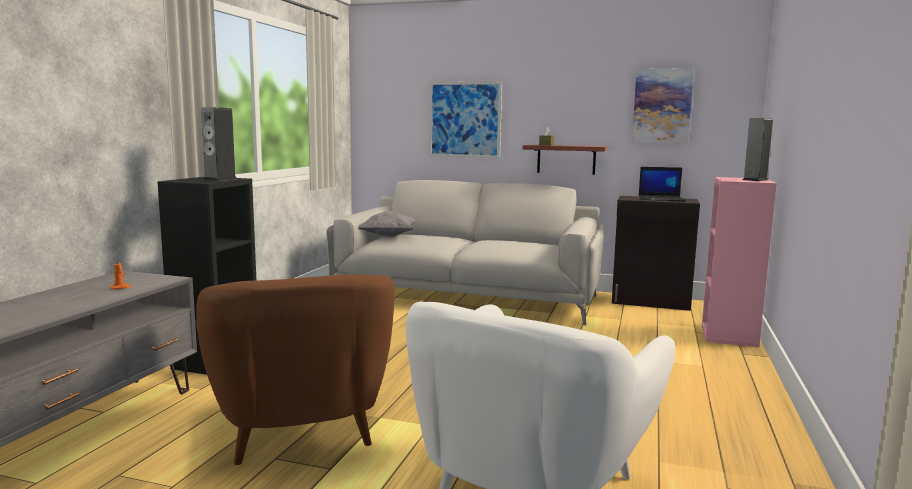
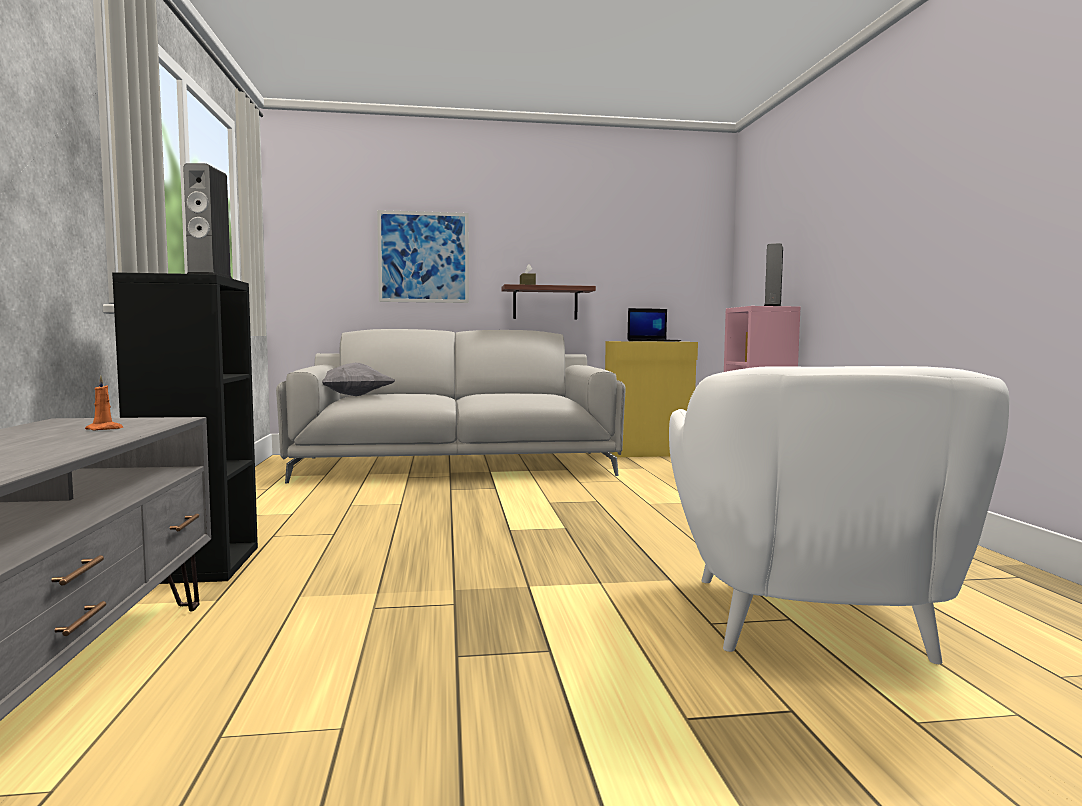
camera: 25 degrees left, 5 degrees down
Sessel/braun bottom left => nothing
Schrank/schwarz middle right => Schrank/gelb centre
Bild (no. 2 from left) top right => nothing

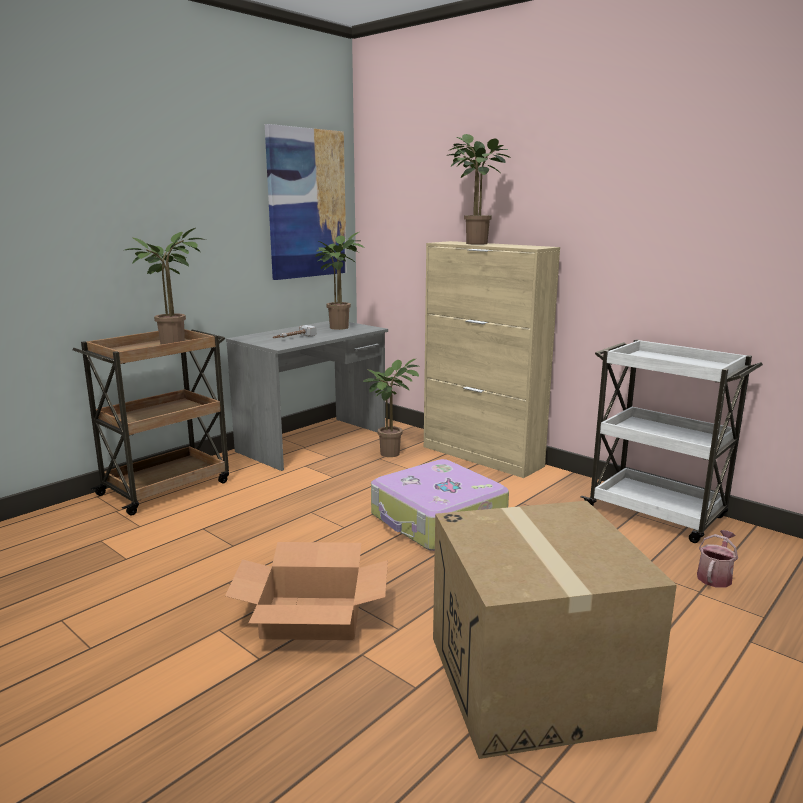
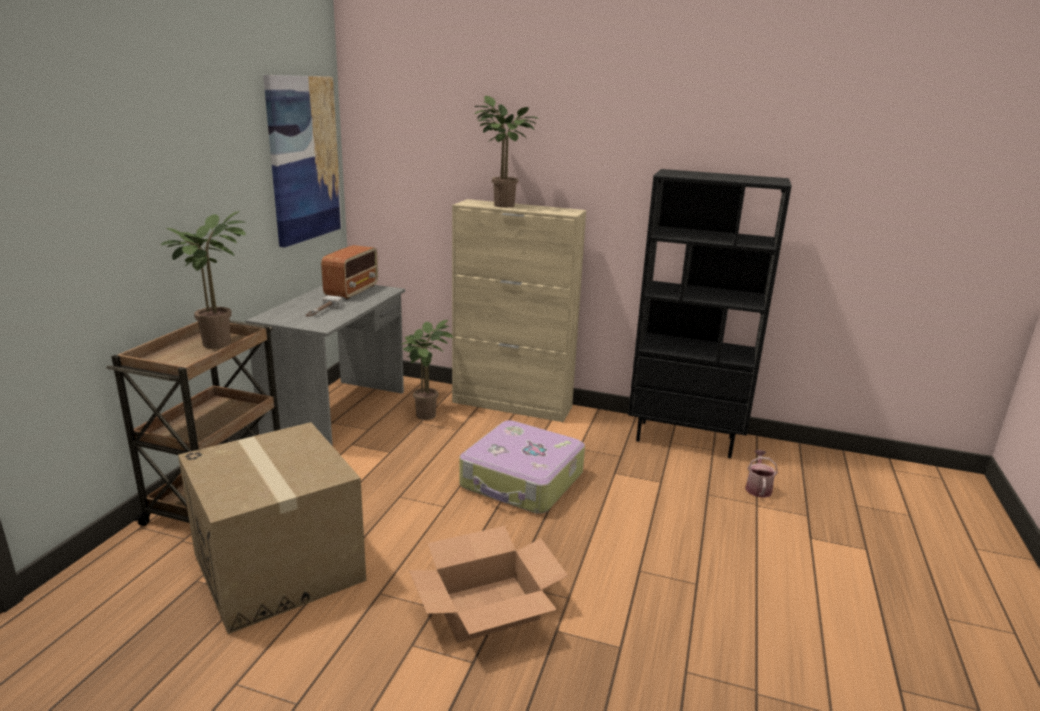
camera: 25 degrees left, 5 degrees up
Topfpflanze (no. 2 from left) centre => Radio centre
Karton (no. 2 from left in the first image) bottom right => Karton (no. 1 from left) bottom left, shifted
Rollwagen/weiß middle right => Bücherregal/schwarz middle right

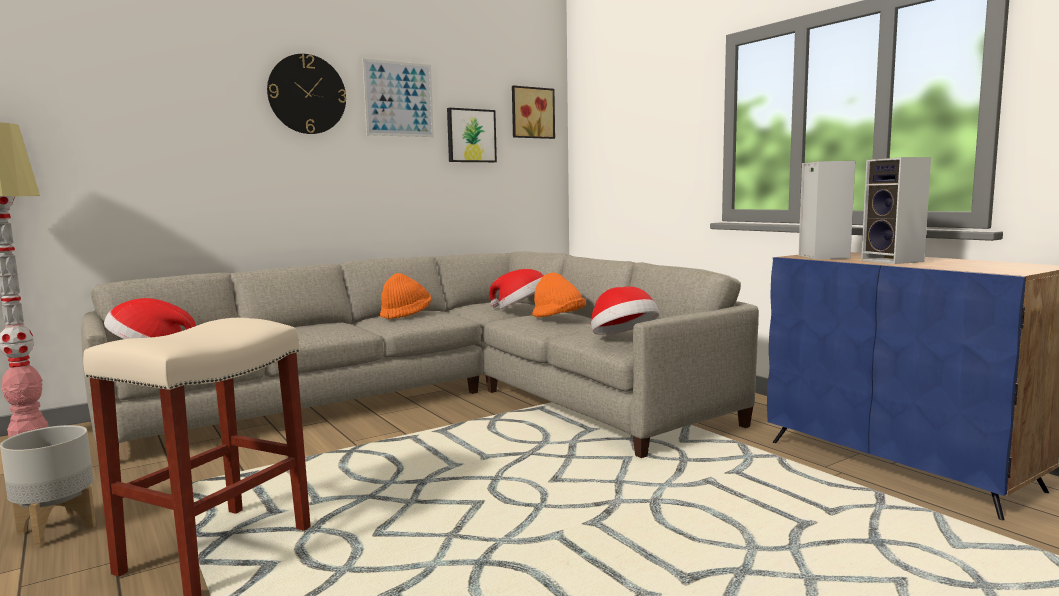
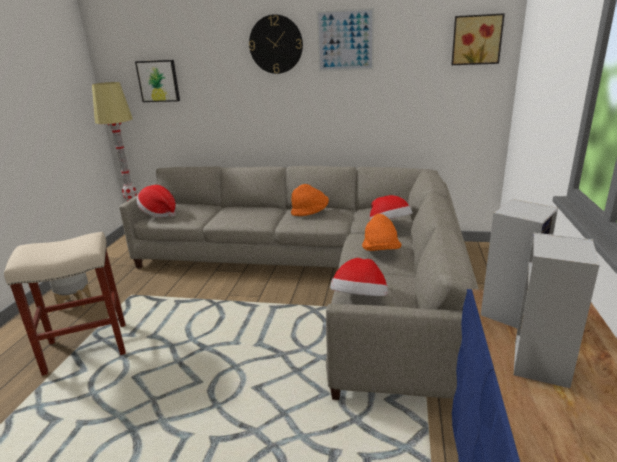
camera: 45 degrees right, 15 degrees up
Bild (no. 2 from left in the first image) top centre => Bild (no. 1 from left) top left, shifted

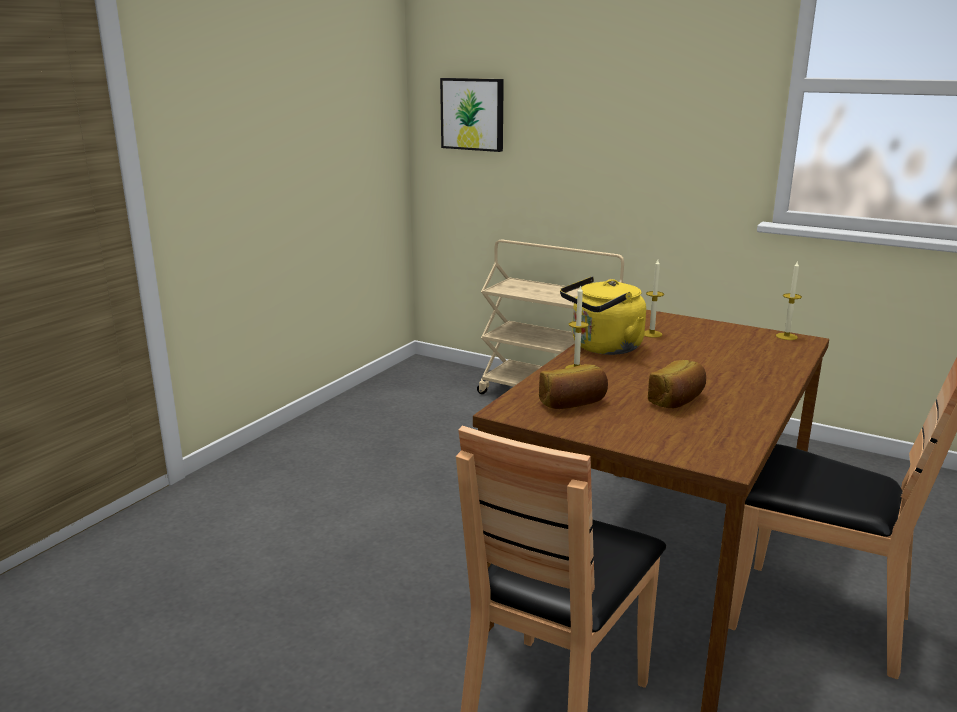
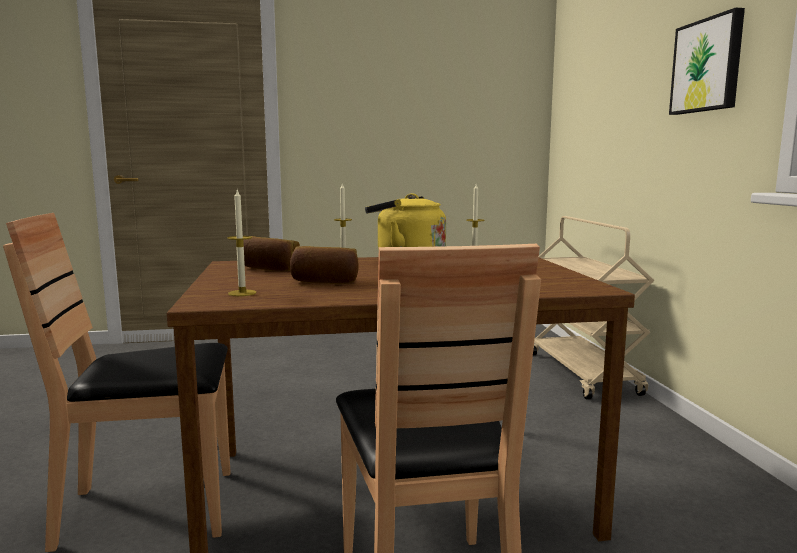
camera: 50 degrees right, 10 degrees down
Bild top centre => Bild top right, shifted
Kerze (no. 3 from left in the first image) middle right => Kerze (no. 1 from left) middle left, shifted

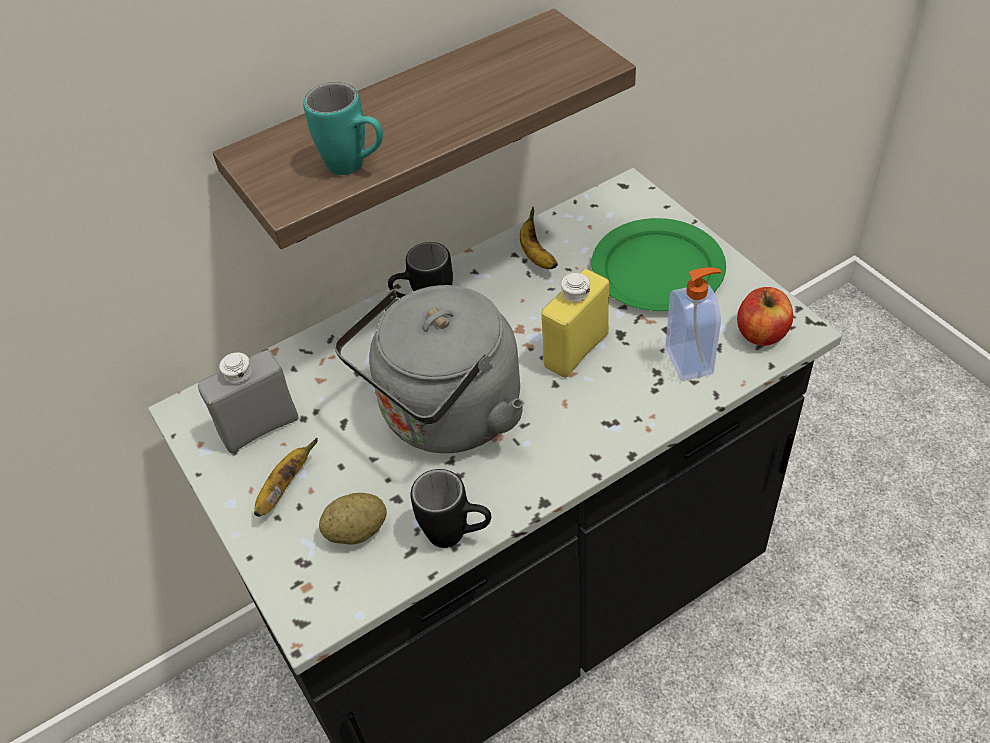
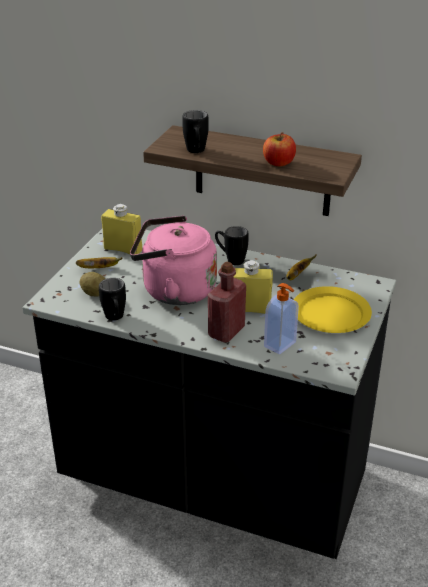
camera: 50 degrees right, 15 degrees down
Flasche/grau middle left => Flasche/gelb (no. 1 from left) middle left
Henkelbecher/türkis top centre => Henkelbecher/schwarz (no. 2 from left) top centre
Wasserkessel/grau centre => Wasserkessel/rosa centre
Teller/grün centre => Teller/gelb middle right
Apfel middle right => Apfel top centre, shifted
nothing => Flasche/rot centre

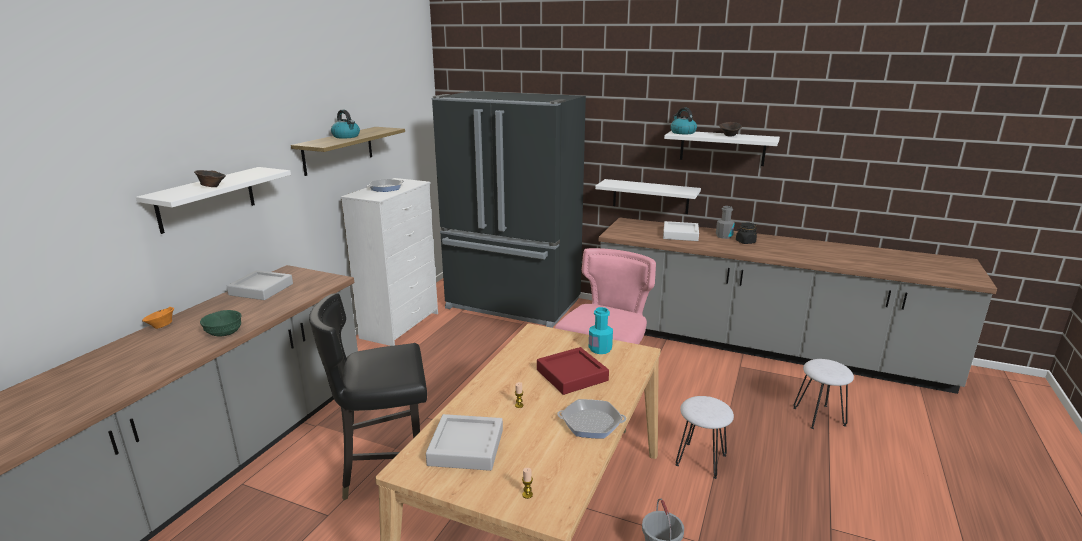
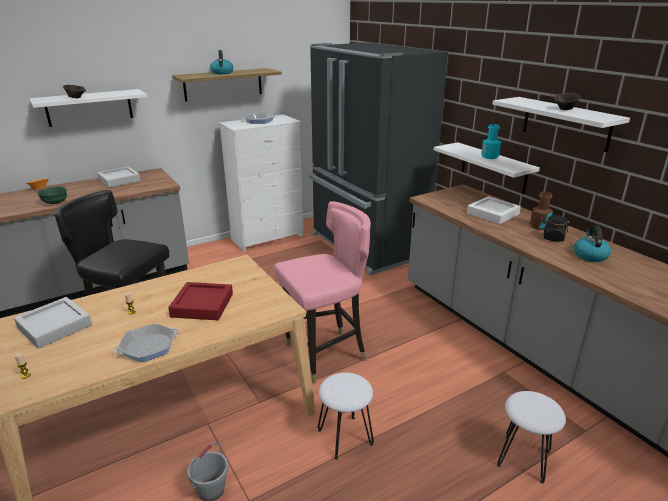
camera: 35 degrees right, 5 degrees up
Pfanne (no. 2 from left in the first image) bottom centre => Pfanne (no. 1 from left) bottom left, 75 degrees counterclockwise
Flasche/türkis centre => Flasche/türkis top right, shifted
Wasserkessel (no. 2 from left) top centre => Wasserkessel (no. 2 from left) middle right, shifted
Flasche/grau middle right => Flasche/braun middle right

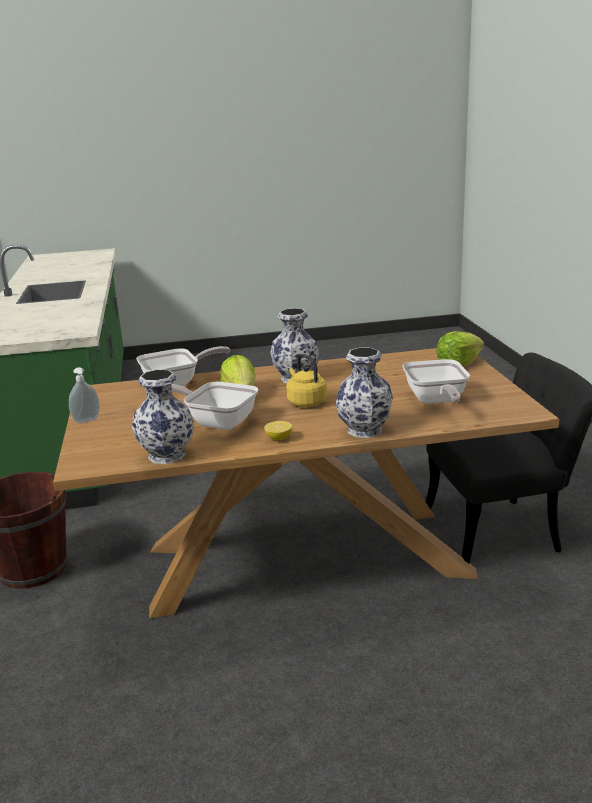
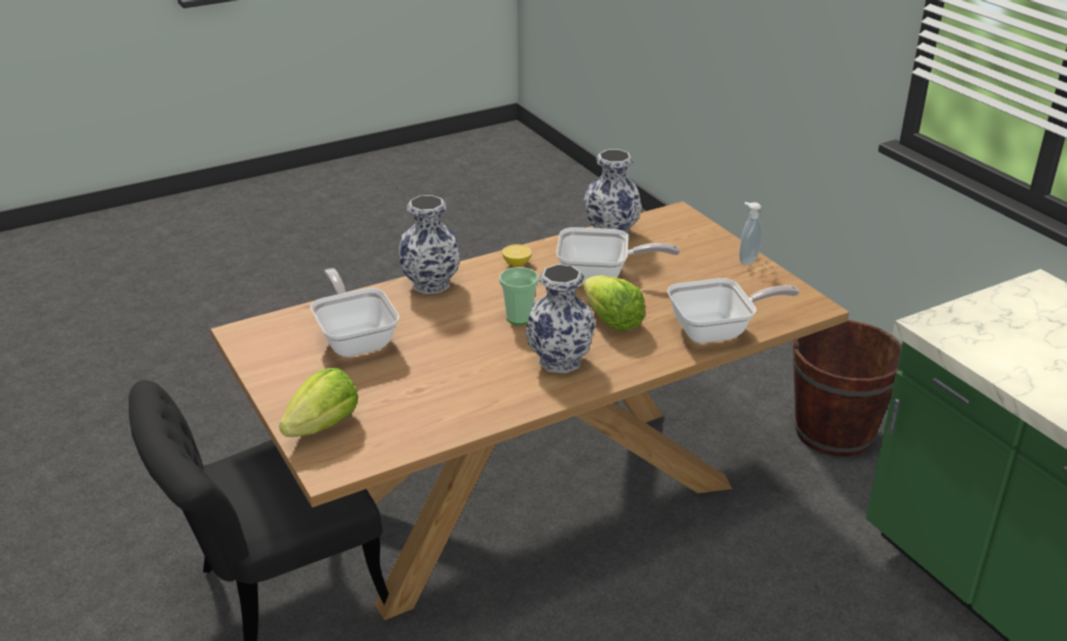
camera: 160 degrees right, 10 degrees up
Pfanne (no. 1 from left in the first image) middle left => Pfanne (no. 3 from left) middle right, 150 degrees counterclockwise
Wasserkessel/gelb centre => Tasse centre

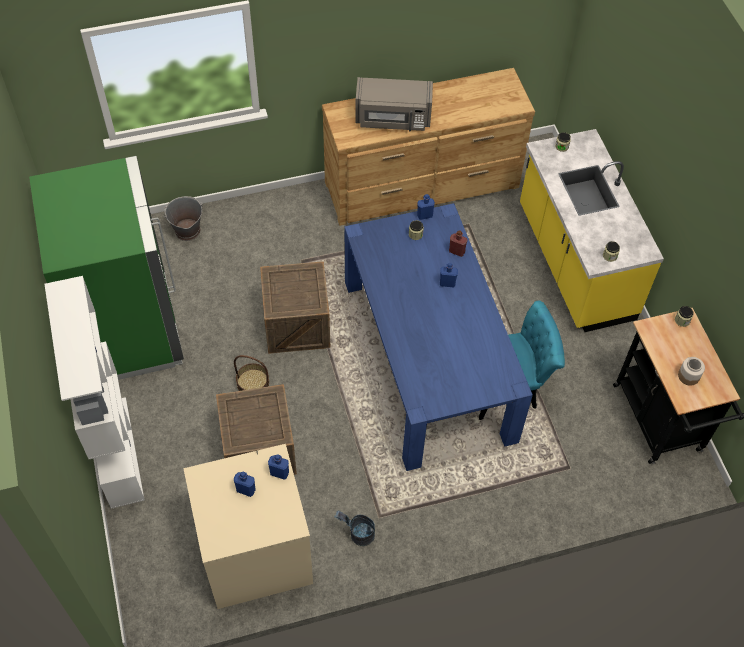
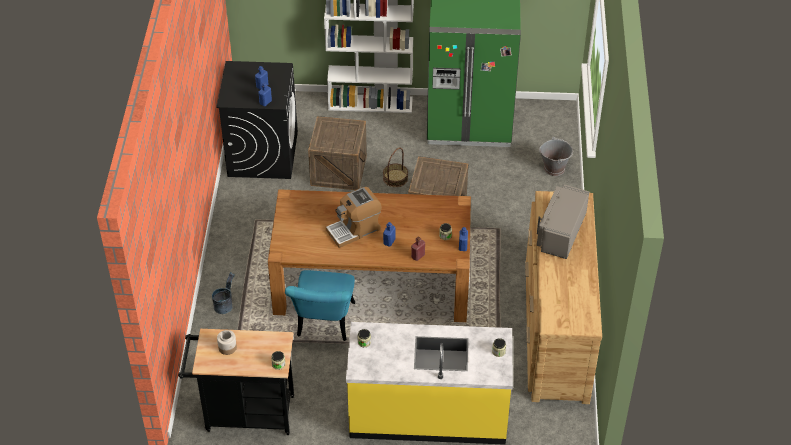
camera: 110 degrees right, 10 degrees down
Waschmaschine/beige bottom centre => Waschmaschine/schwarz top left
Eimer/grau (no. 2 from left in the first image) bottom centre => Eimer/grau (no. 1 from left) middle left, shifted
Esstisch/blau centre => Esstisch/braun centre
nothing => Kaffeemaschine centre

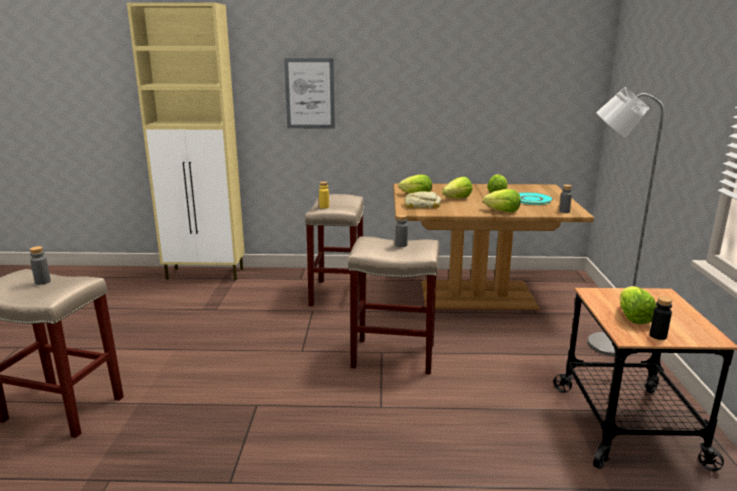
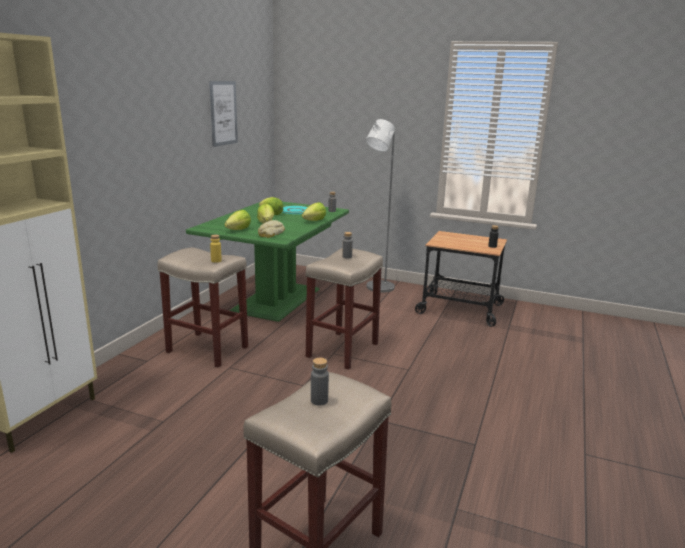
camera: 70 degrees left, 0 degrees up
Bild top centre => Bild top left, shifted
Esstisch/braun middle right => Esstisch/grün centre
Salatkopf (no. 5 from left) middle right => nothing

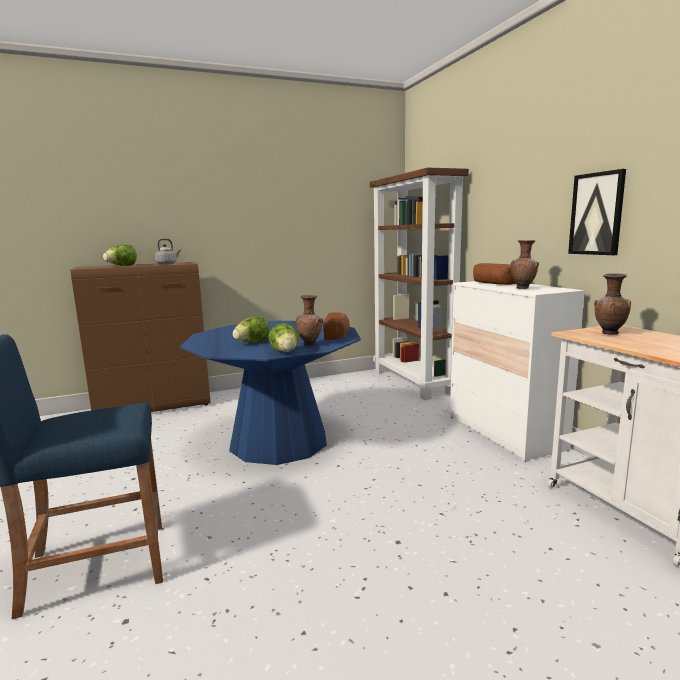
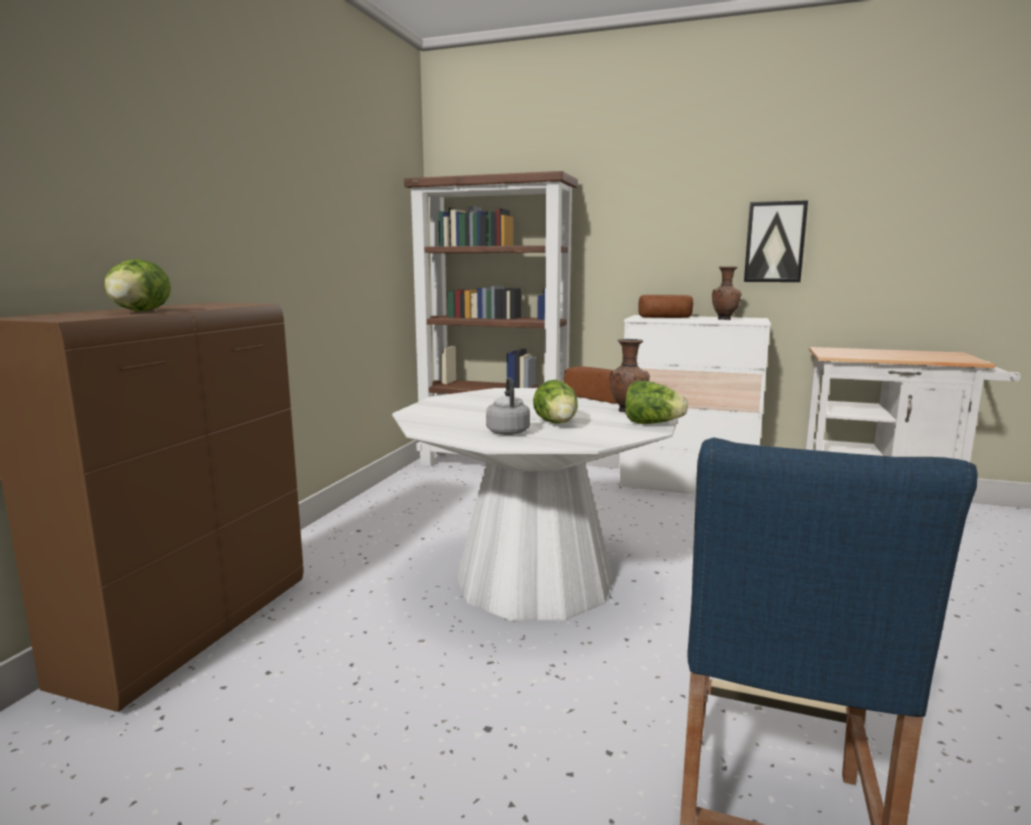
camera: 50 degrees left, 0 degrees up
Wasserkessel/grau middle left => Wasserkessel/grau centre, shifted
Esstisch/blau centre => Esstisch/weiß centre
Vase/braun (no. 3 from left) middle right => nothing

